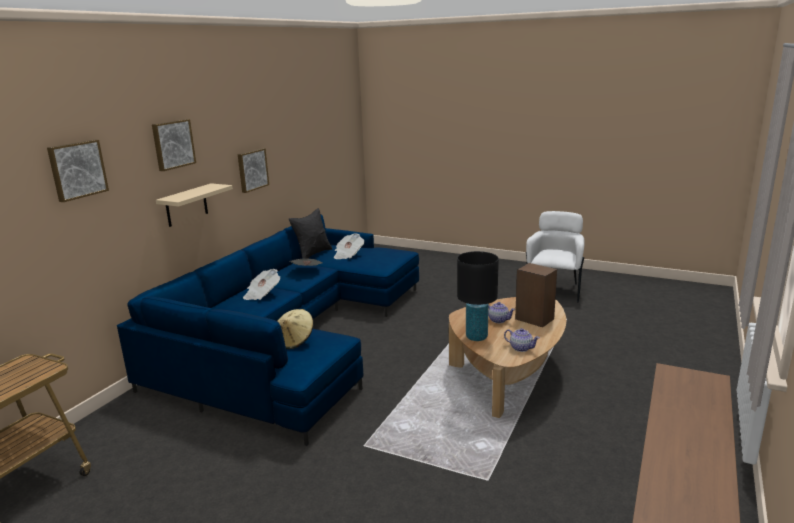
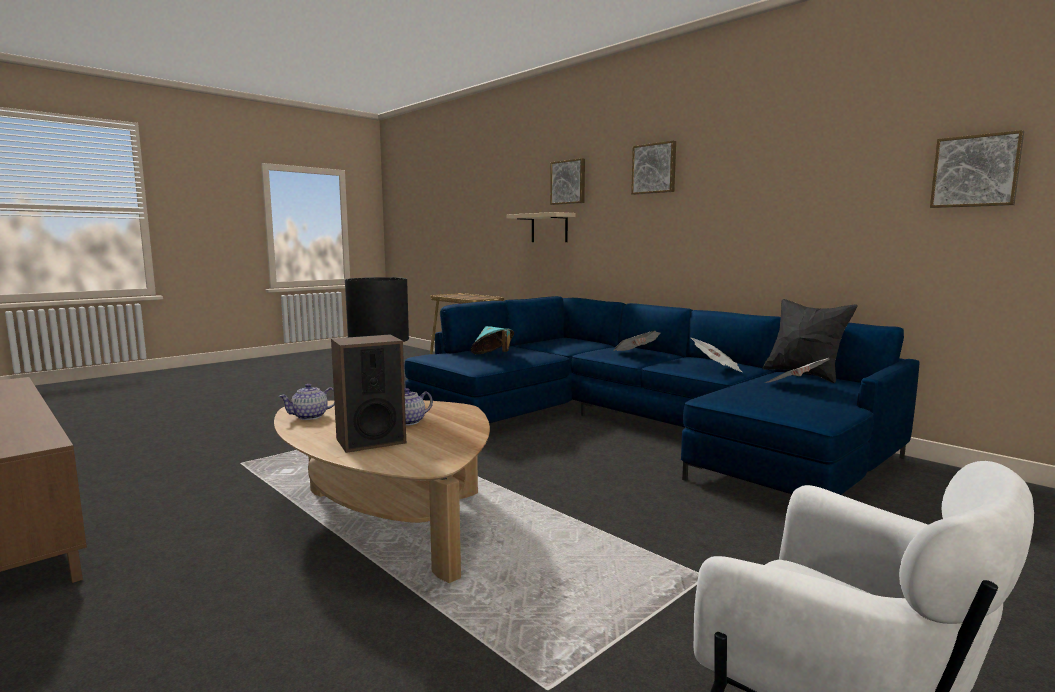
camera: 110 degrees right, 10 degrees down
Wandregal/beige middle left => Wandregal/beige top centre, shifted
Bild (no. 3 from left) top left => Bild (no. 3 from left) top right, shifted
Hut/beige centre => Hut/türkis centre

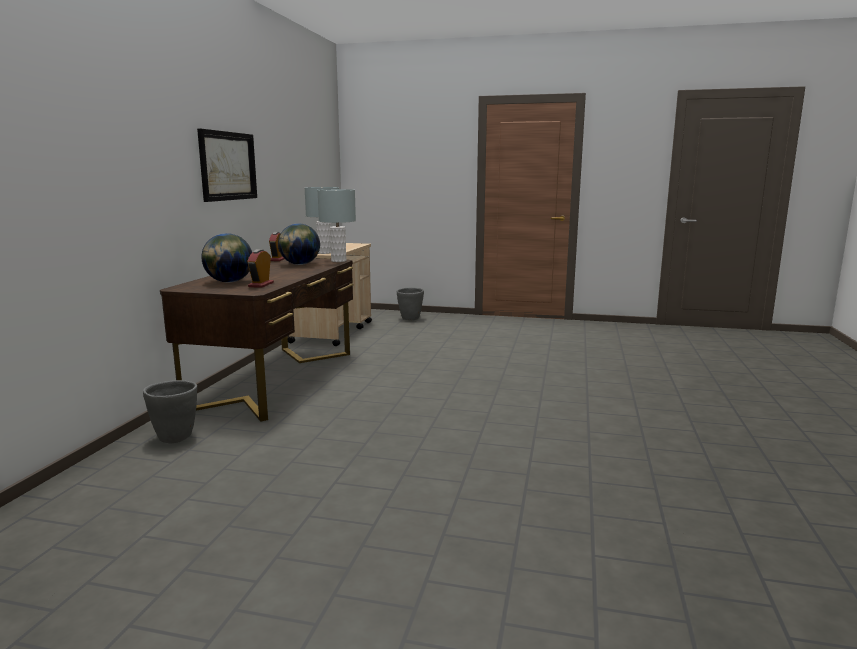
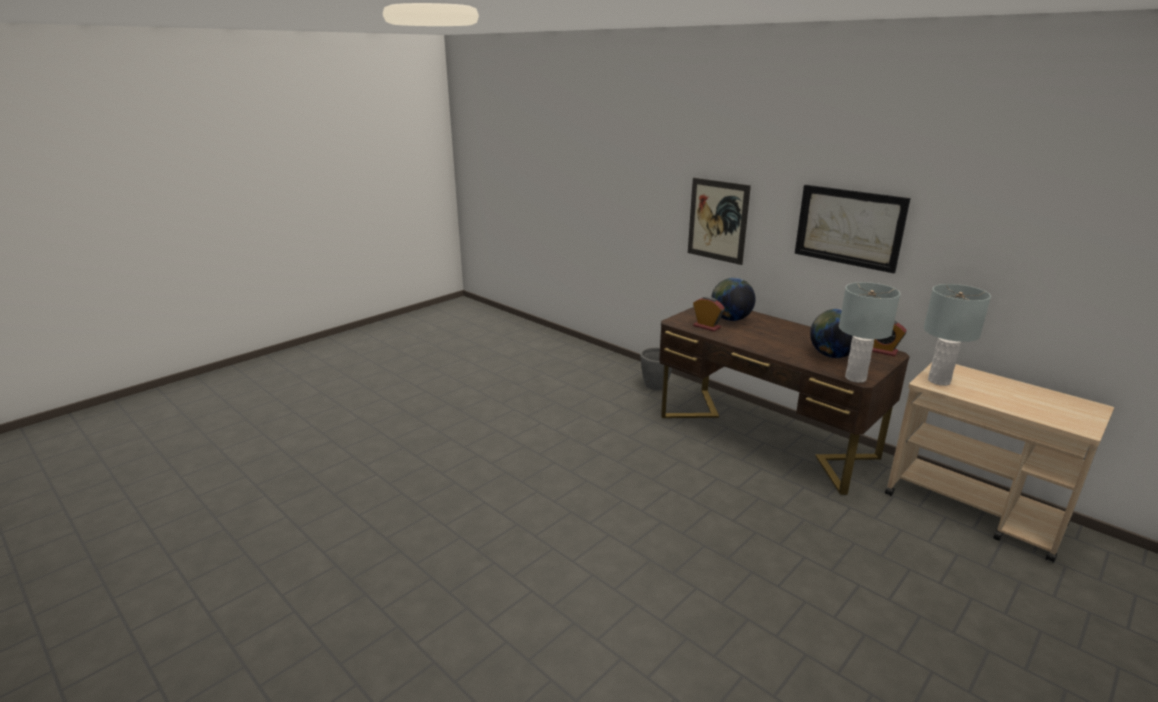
camera: 120 degrees right, 10 degrees up
Pflanzkübel/grau (no. 2 from left) centre => nothing
nothing => Bild (no. 1 from left) top centre

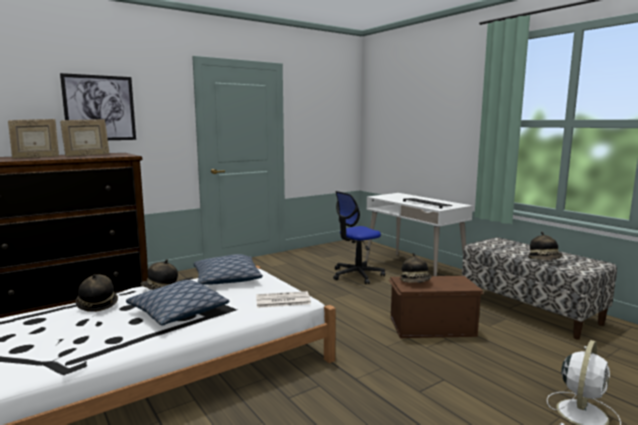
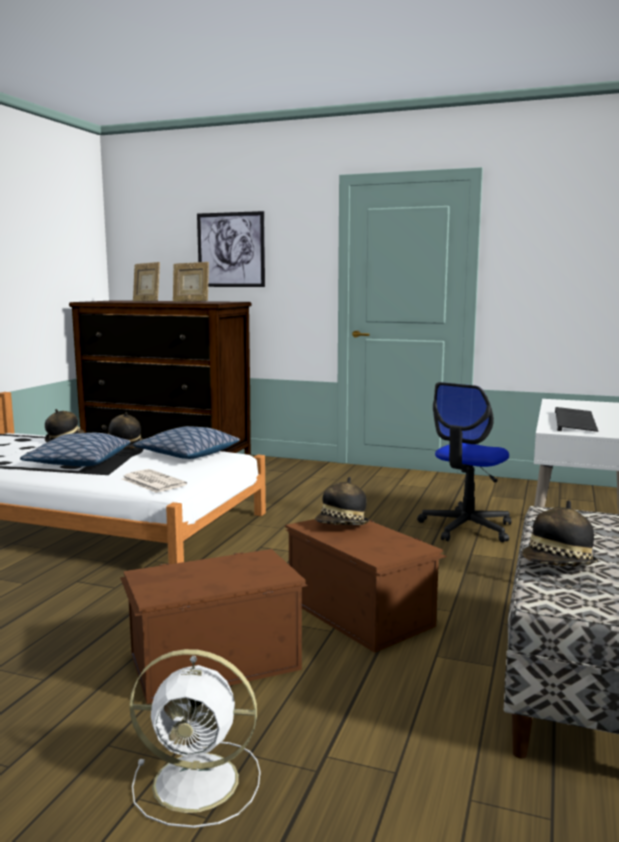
camera: 55 degrees right, 0 degrees up
Bürostuhl centre => Bürostuhl middle right, 75 degrees counterclockwise
nothing => Aufbewahrungsbox/braun (no. 1 from left) bottom centre

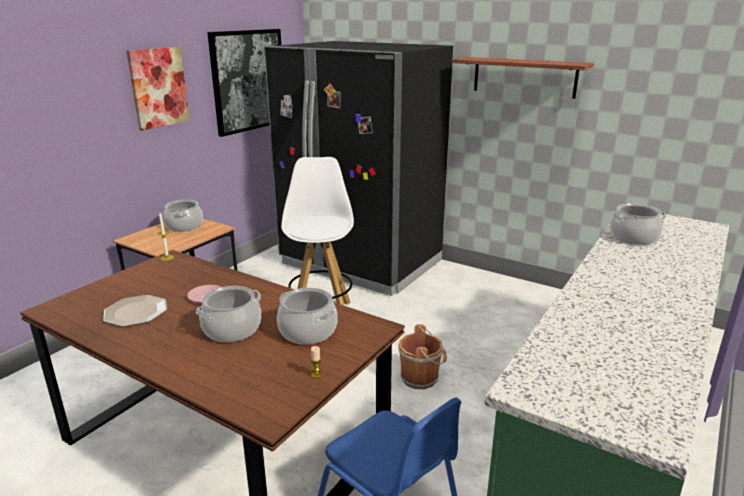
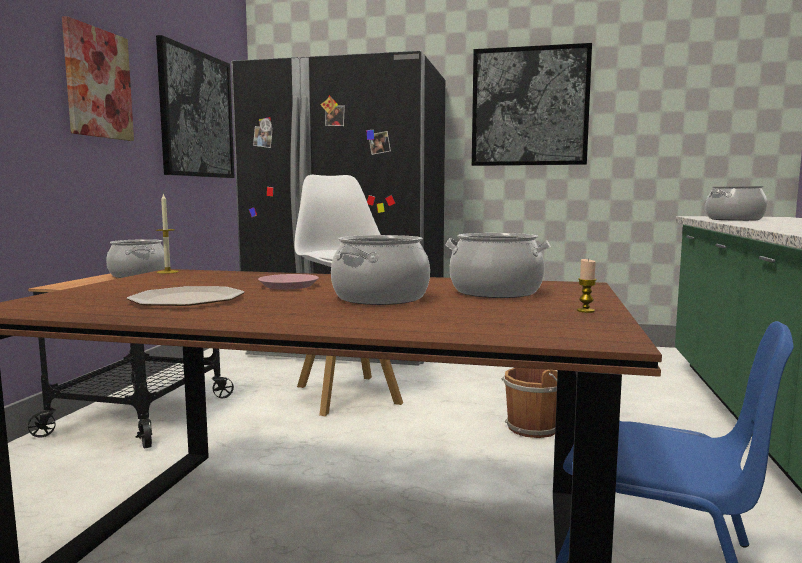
camera: 20 degrees left, 15 degrees down
Wandregal top right => Bild (no. 3 from left) top centre

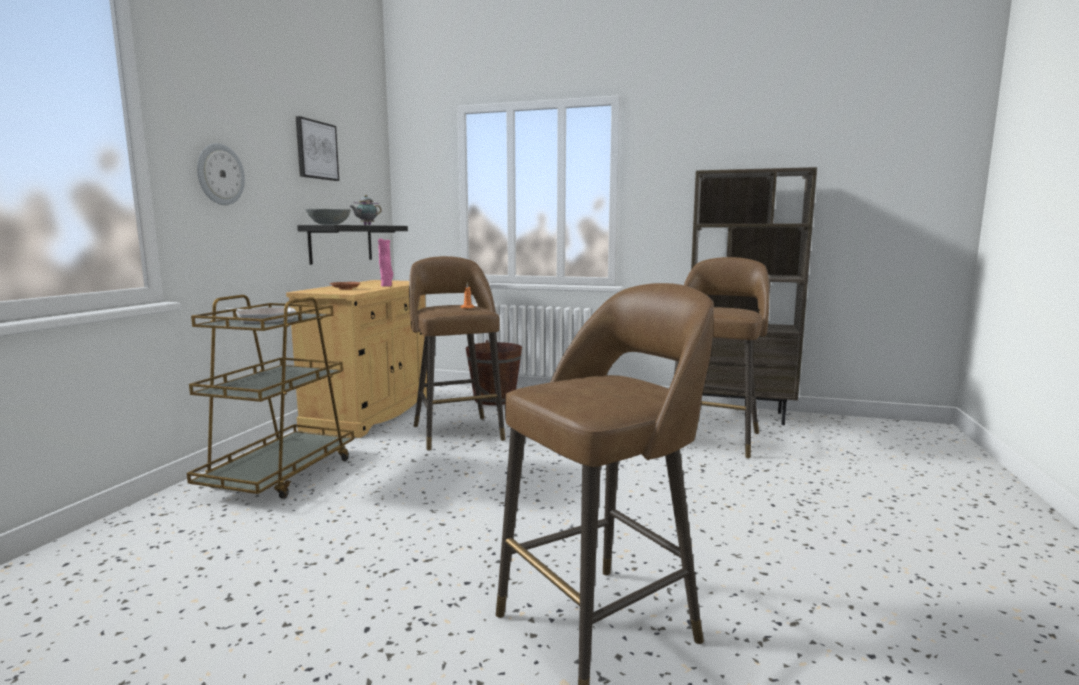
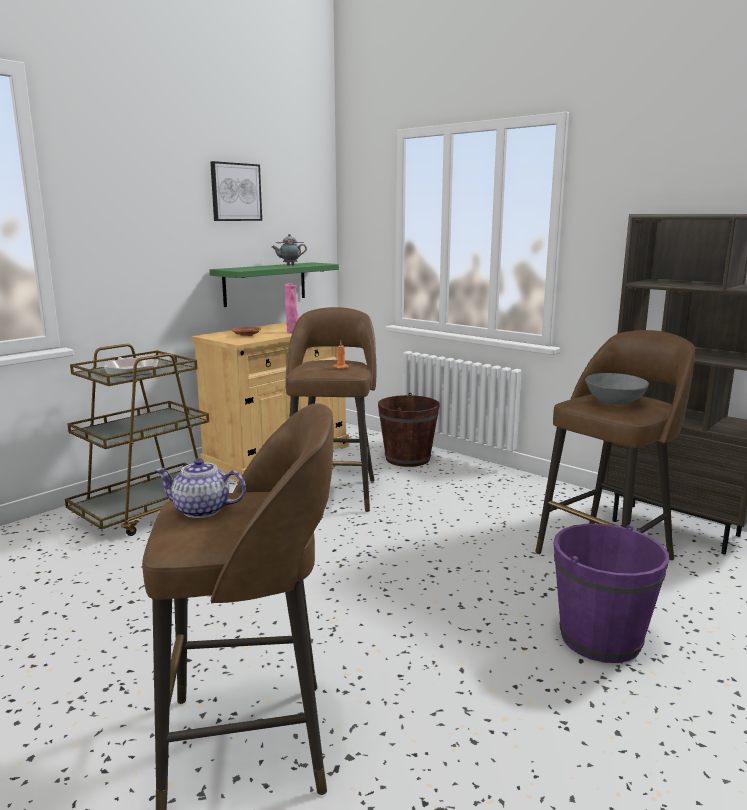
camera: 25 degrees right, 5 degrees up
Wanduhr top left => nothing
Wandregal/schwarz middle left => Wandregal/grün centre
Schüssel/grau top left => Schüssel/grau middle right, shifted
nothing => Teekanne (no. 1 from left) middle left
nothing => Eimer/lila bottom right

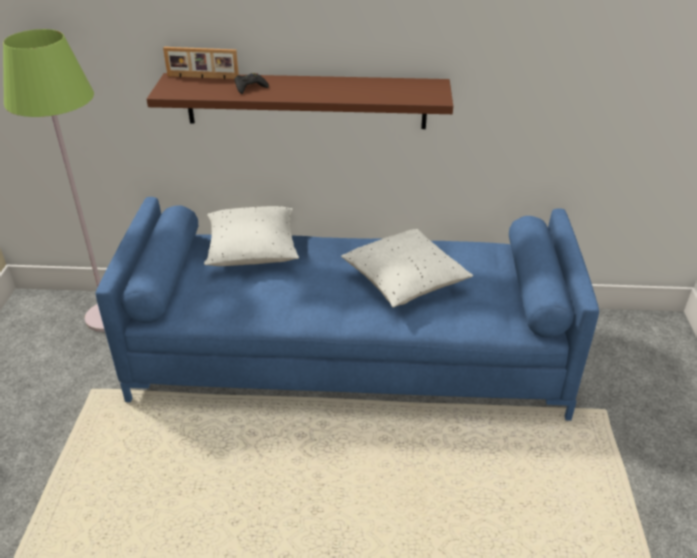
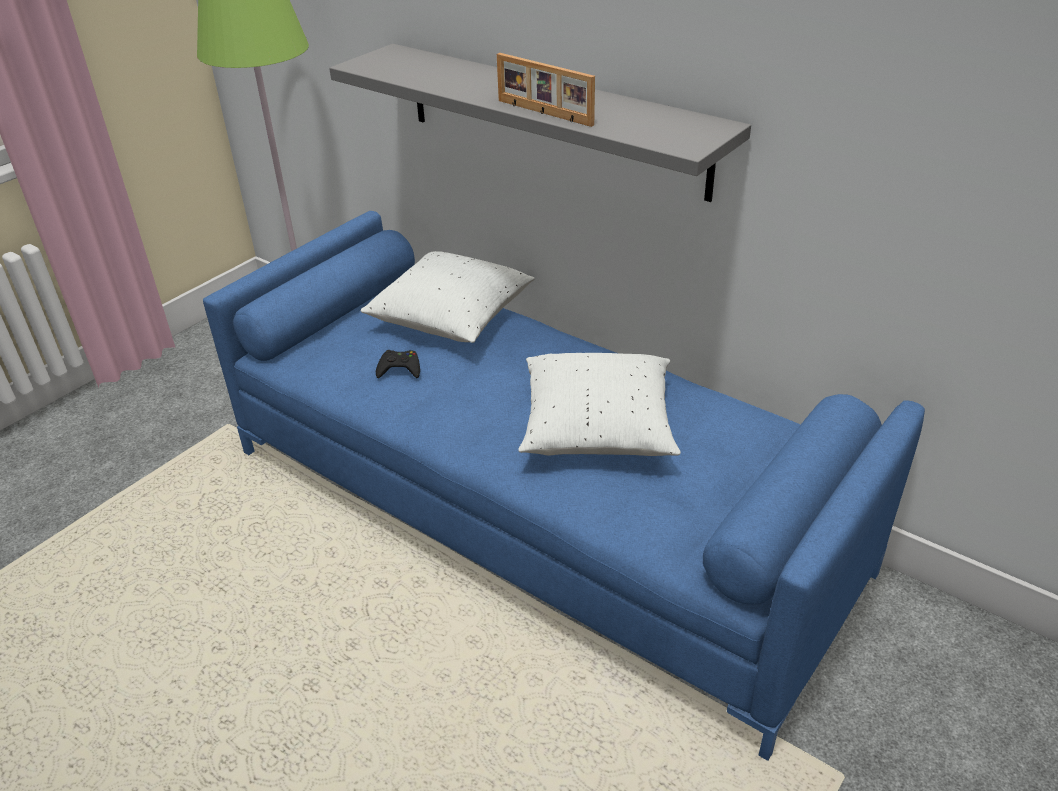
camera: 35 degrees right, 0 degrees up
Wandregal/braun top centre => Wandregal/grau top centre
Bilderrahmen top left => Bilderrahmen top centre, shifted
Gamepad/schwarz top centre => Gamepad/schwarz centre, shifted

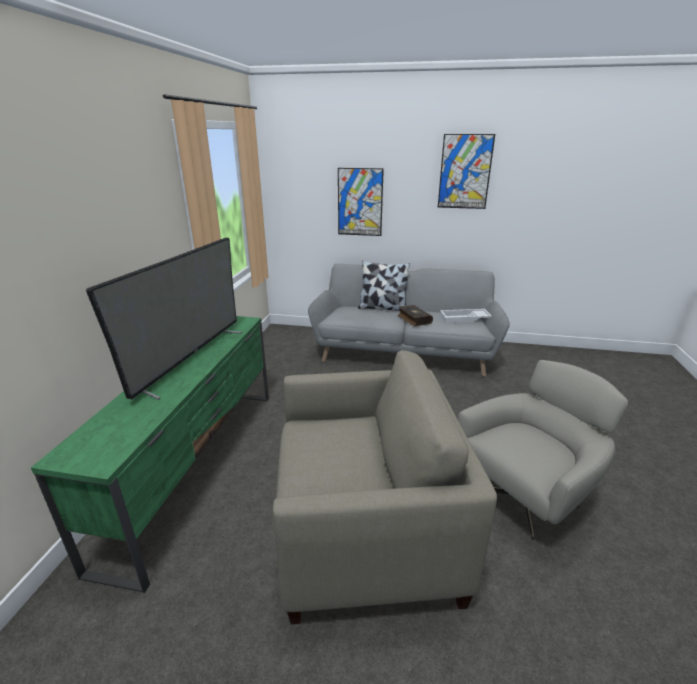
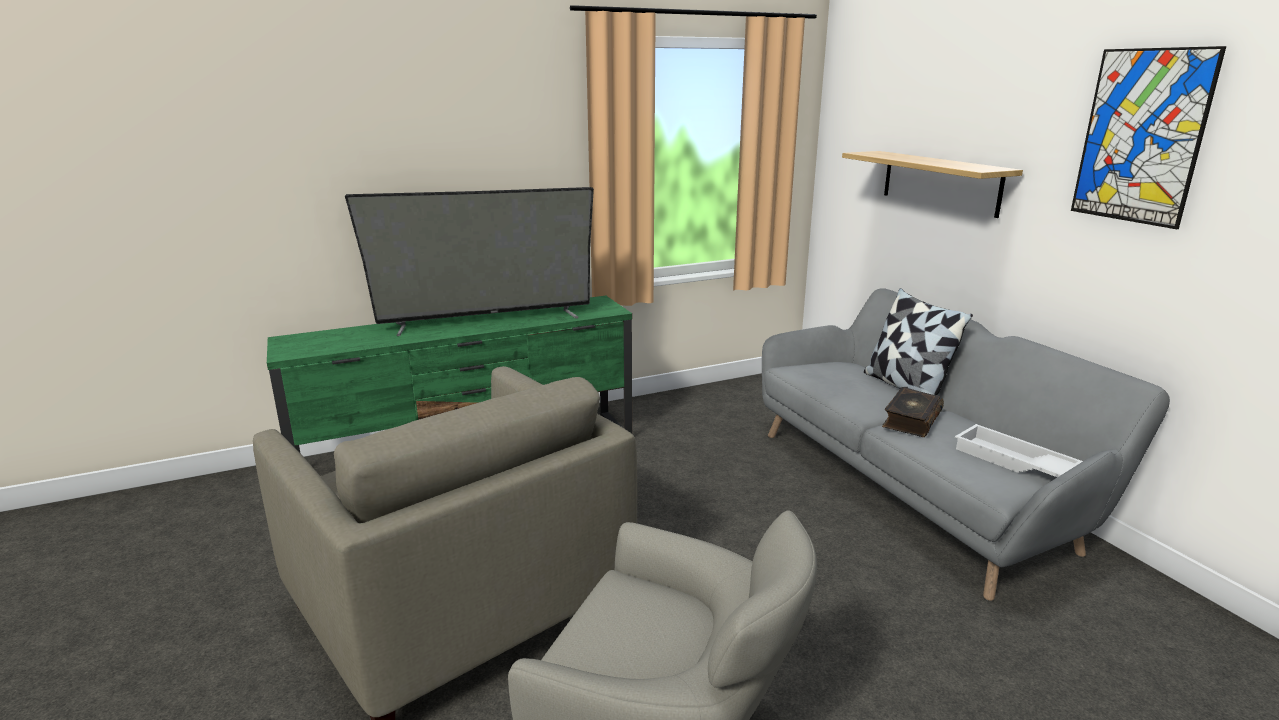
camera: 55 degrees right, 5 degrees down
Bild (no. 1 from left) top centre => Wandregal top right

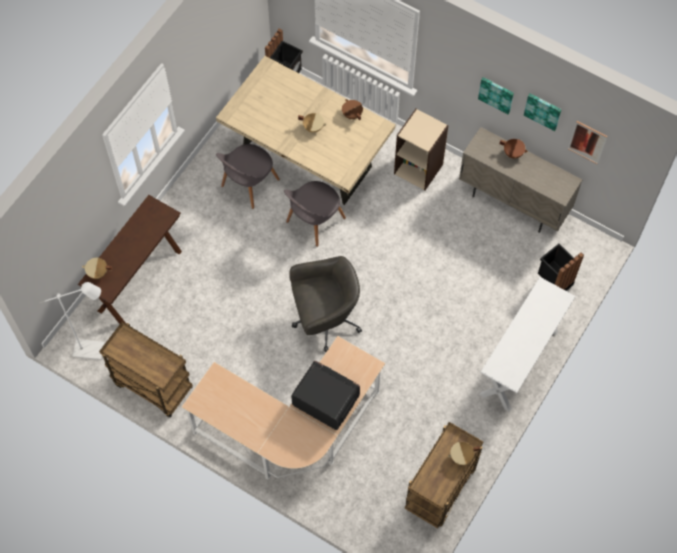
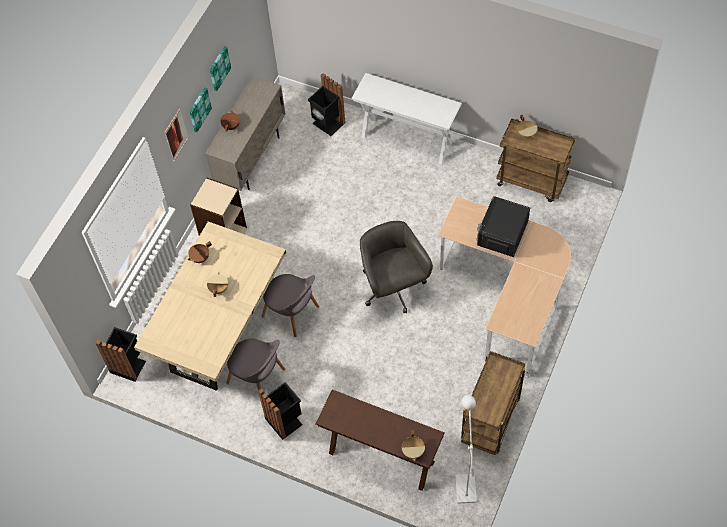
camera: 95 degrees left, 5 degrees down
Bild (no. 3 from left in the first image) top right => Bild (no. 1 from left) top left, shifted
nothing => Mülleimer/schwarz (no. 2 from left) bottom centre

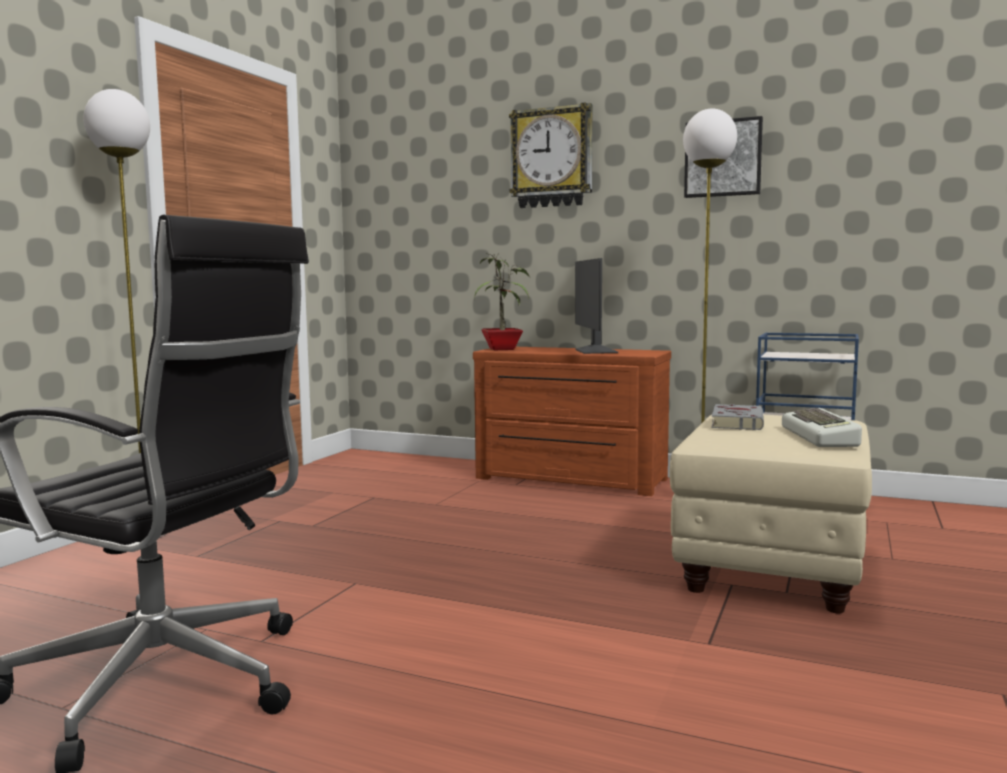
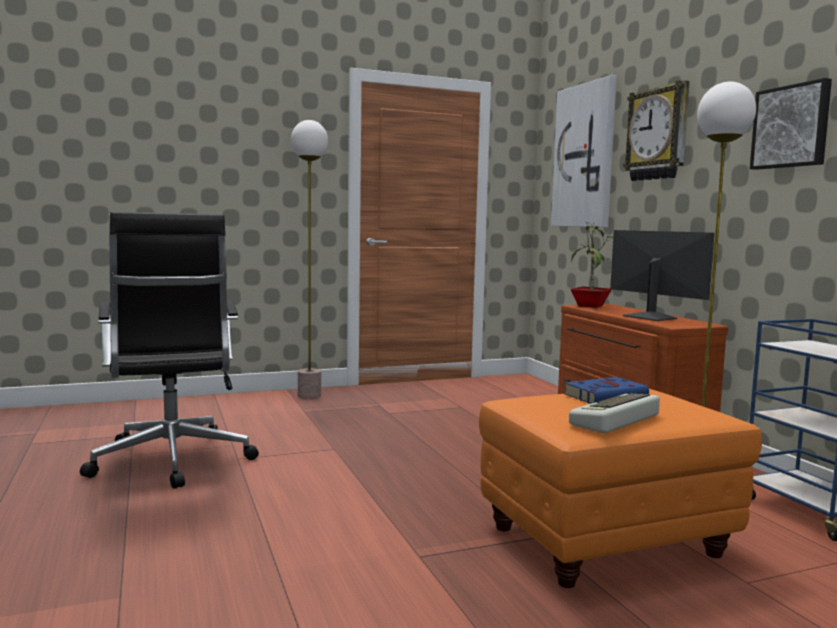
camera: 45 degrees right, 0 degrees up
Monitor centre => Monitor middle right, 105 degrees clockwise
Polsterhocker/beige middle right => Polsterhocker/orange bottom right
Buch/grau middle right => Buch/blau middle right
nothing => Bild (no. 1 from left) top right

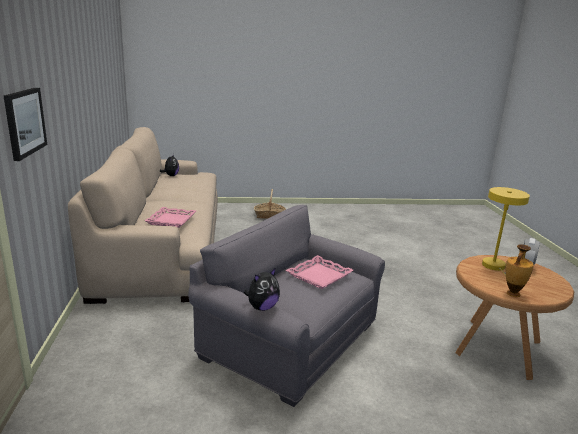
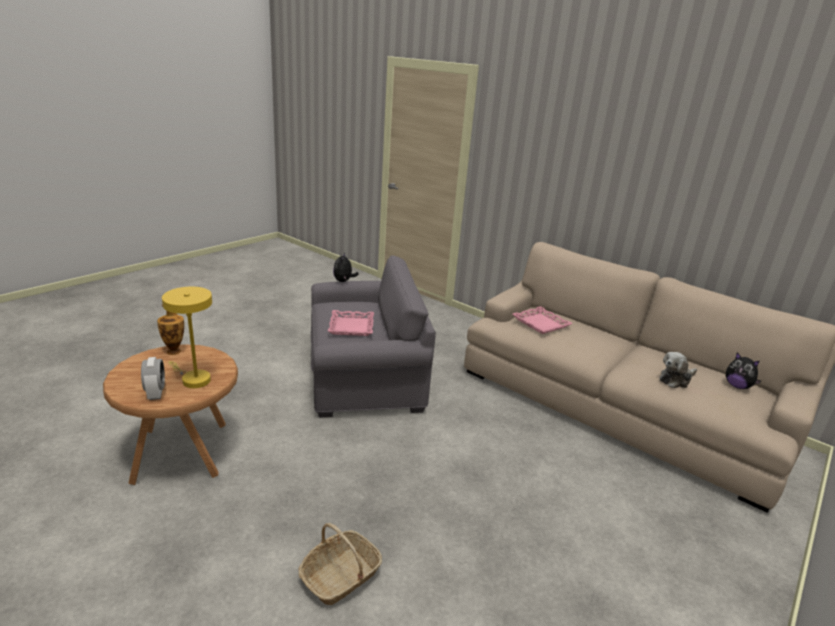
camera: 135 degrees right, 5 degrees up
Bild top left => nothing
Korb centre => Korb bottom centre, shifted
nothing => Plüschtier (no. 2 from left) middle right

